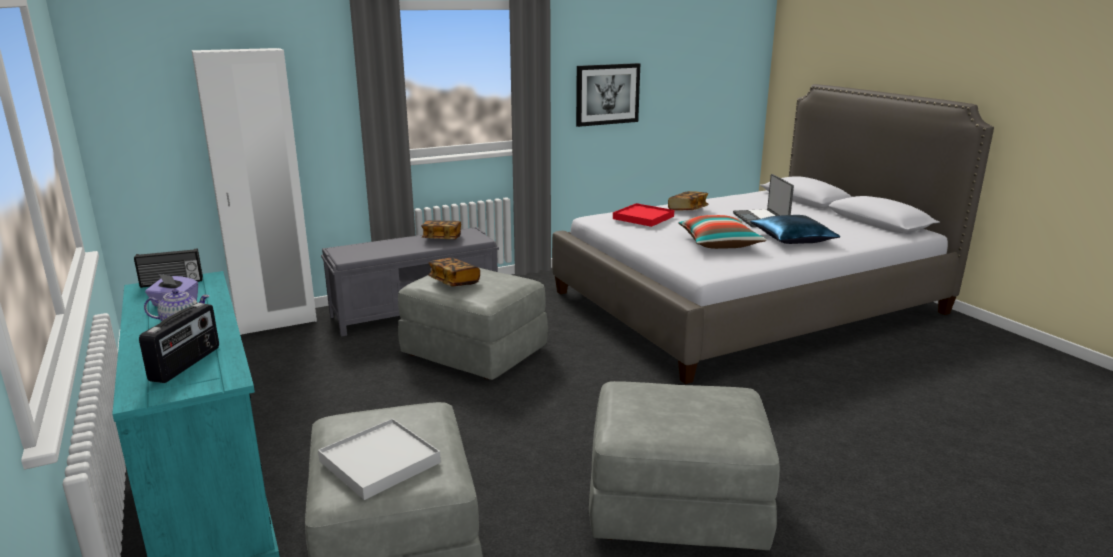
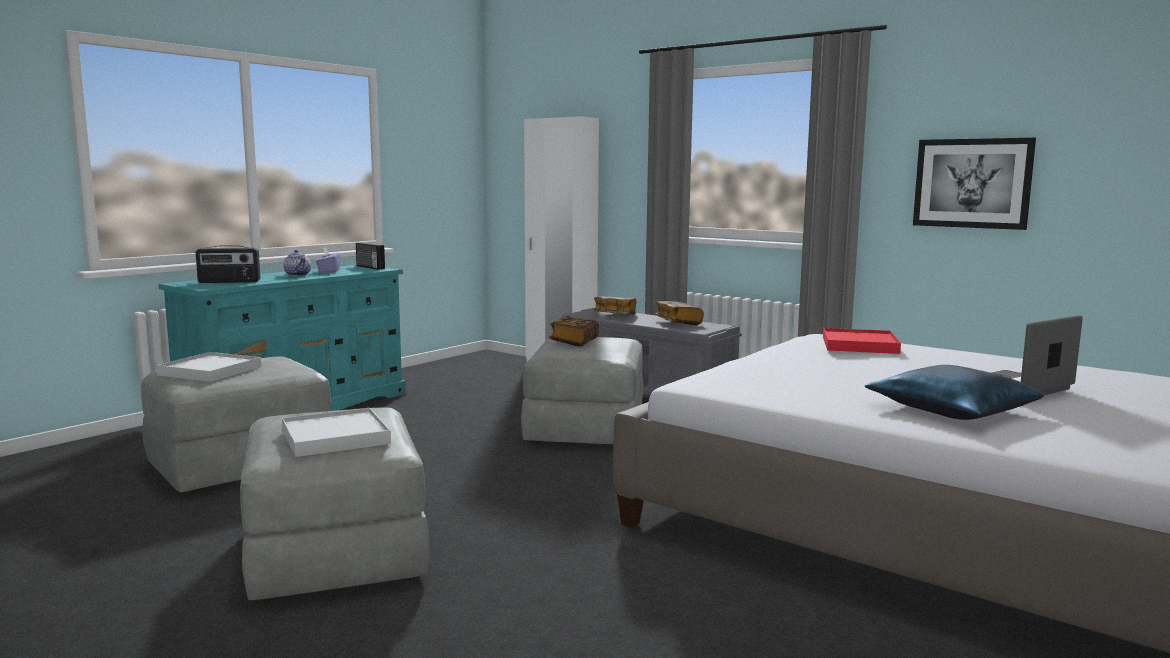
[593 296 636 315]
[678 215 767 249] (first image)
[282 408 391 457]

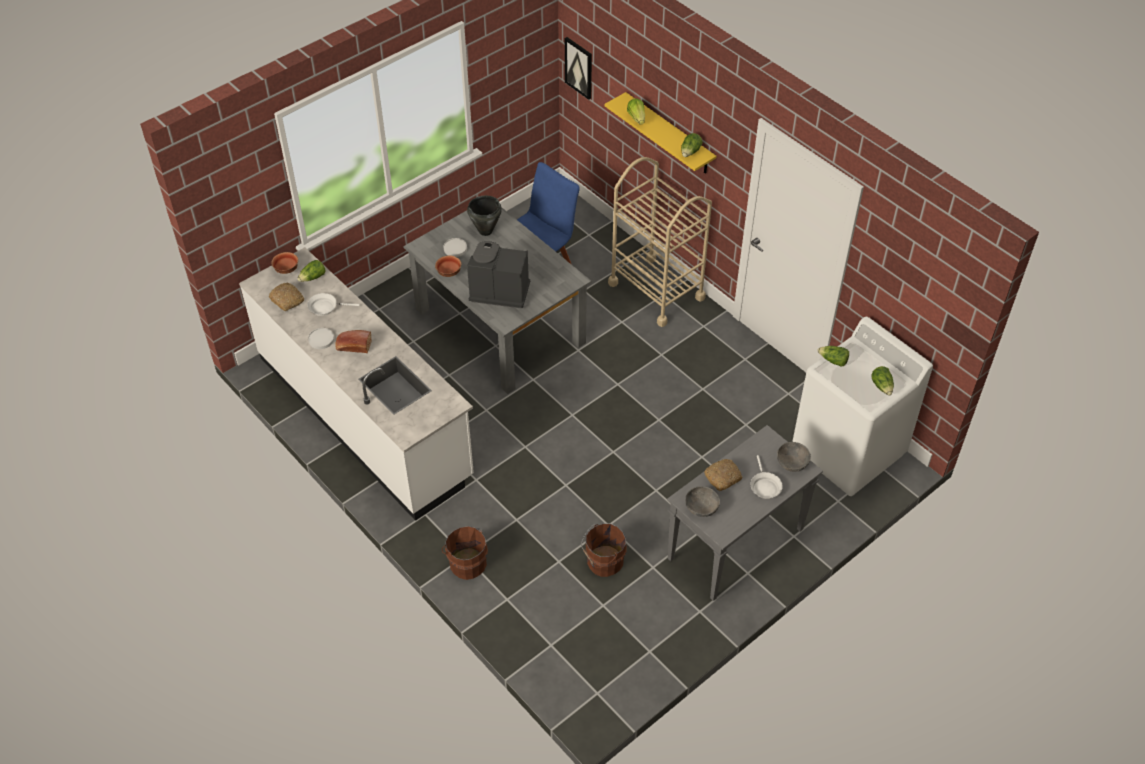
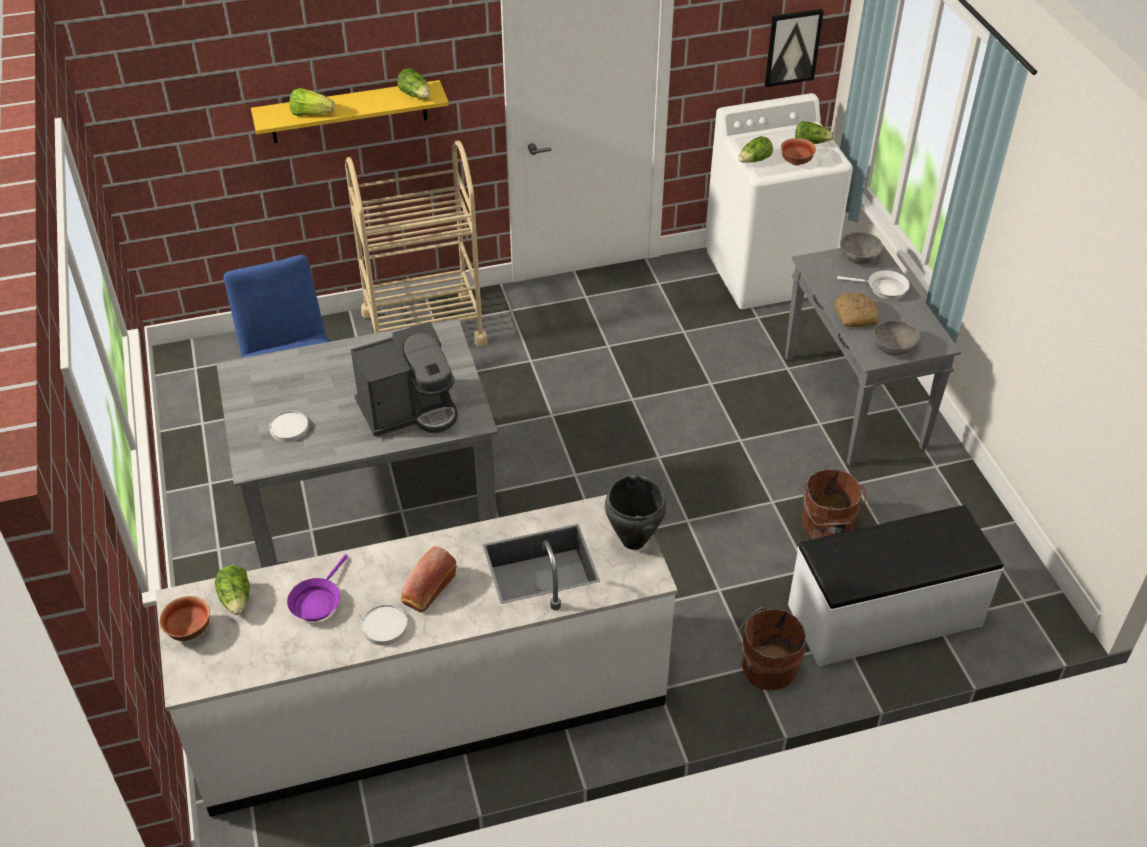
[764 9 824 87]
[605 475 666 550]
[351 322 458 437]
[781 138 816 165]
[269 283 304 311] (first image)
[287 554 348 621]
[788 505 1003 667]

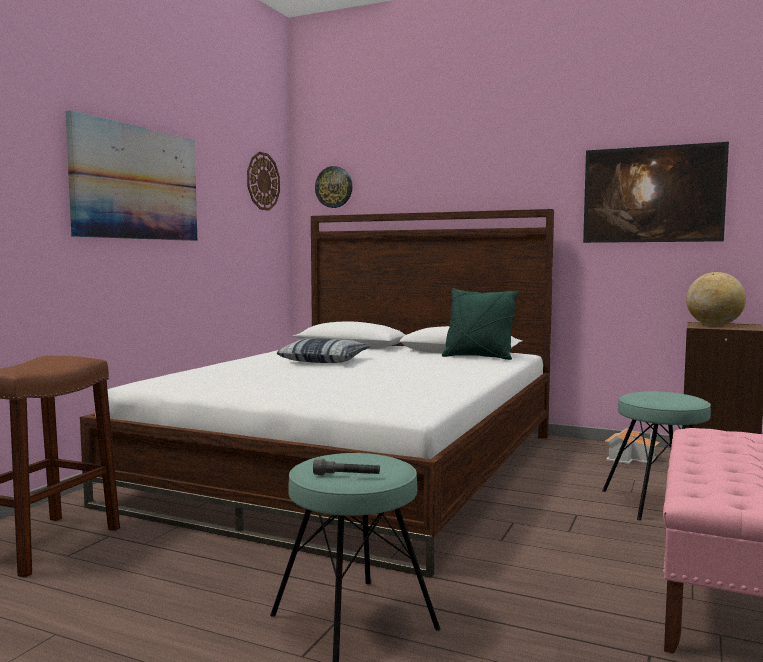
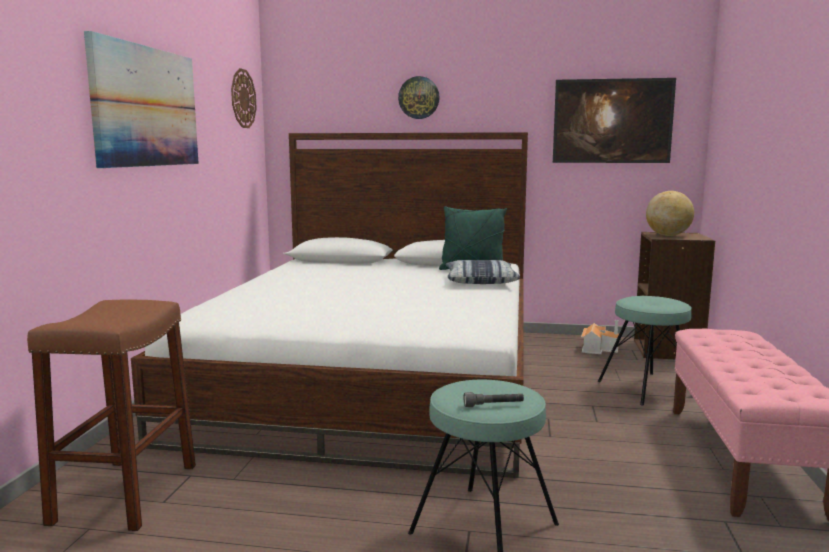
[398 76 440 119]
[446 260 520 284]

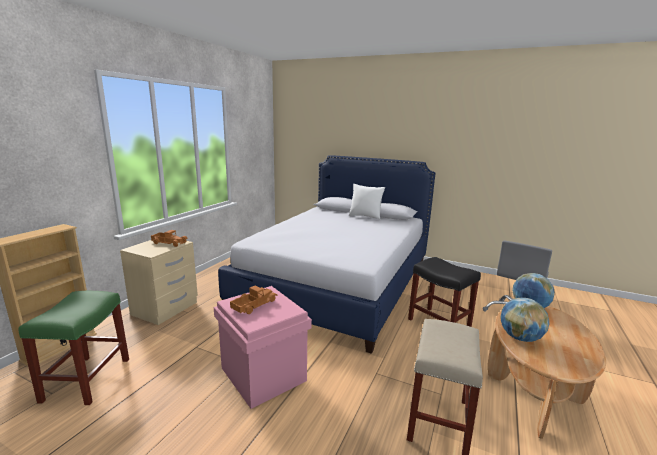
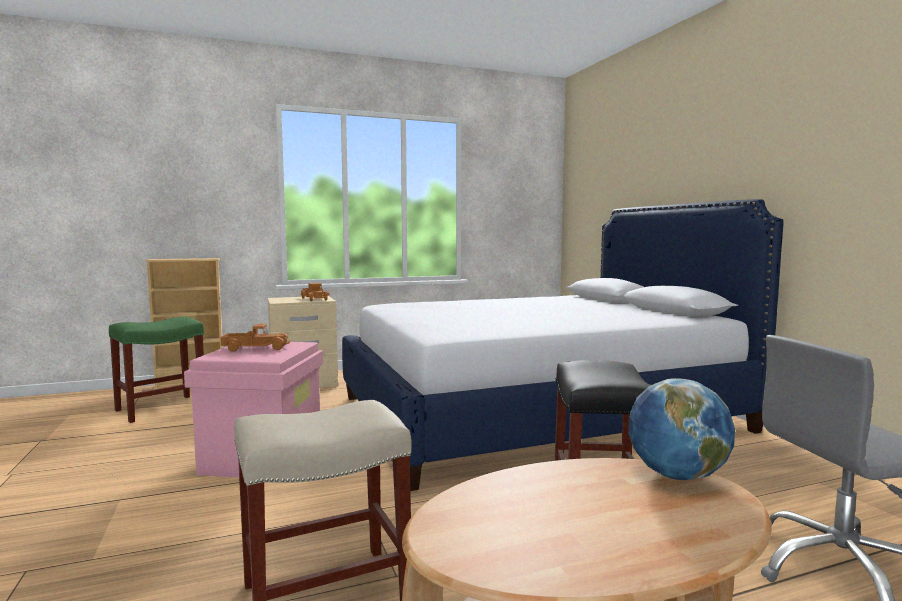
[349 184 385 220] (first image)
[500 298 549 342] (first image)

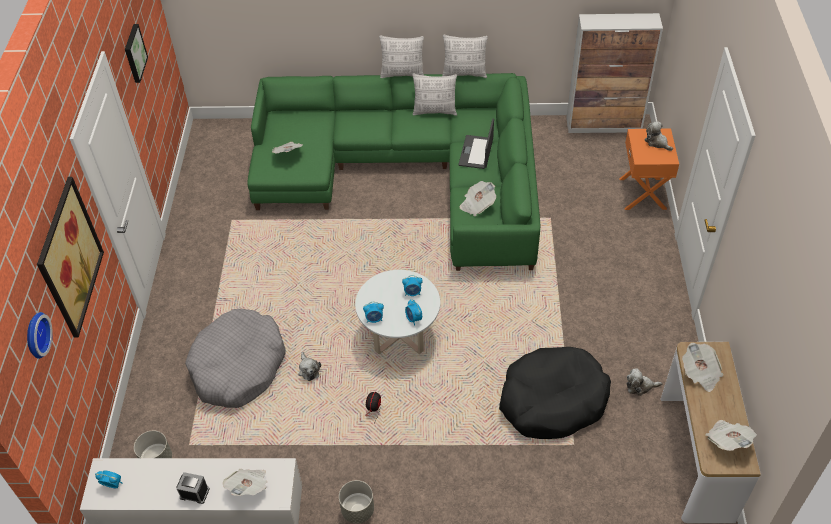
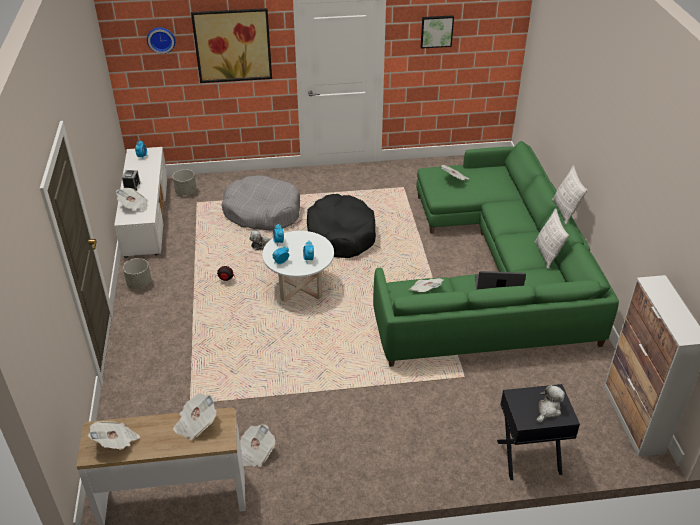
[442 35 488 78] (first image)
[497 384 580 480]
[307 194 376 258]
[240 424 275 467]

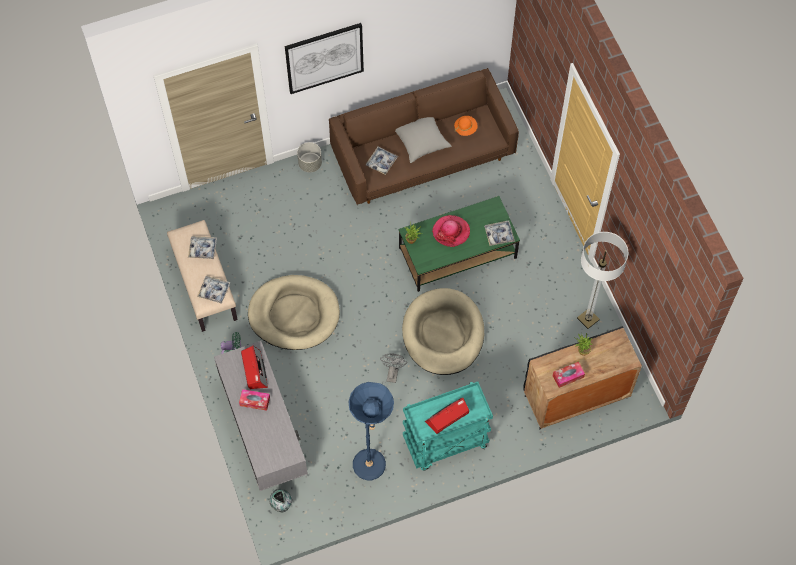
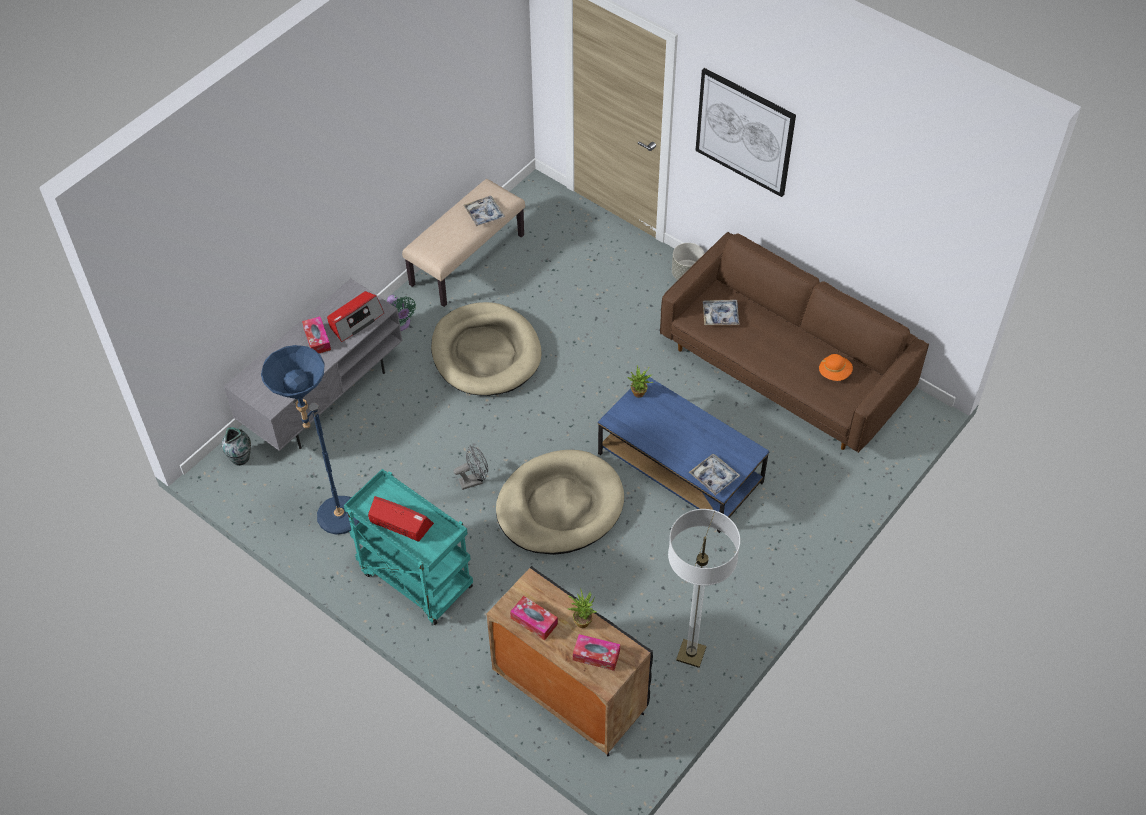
[395 117 451 163] (first image)
[598 374 770 533]
[432 215 470 247] (first image)
[197 276 231 304] (first image)
[573 634 620 671]

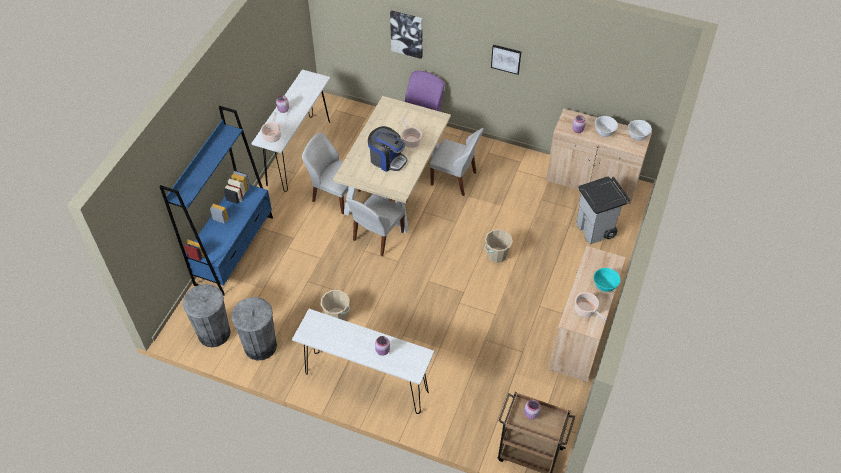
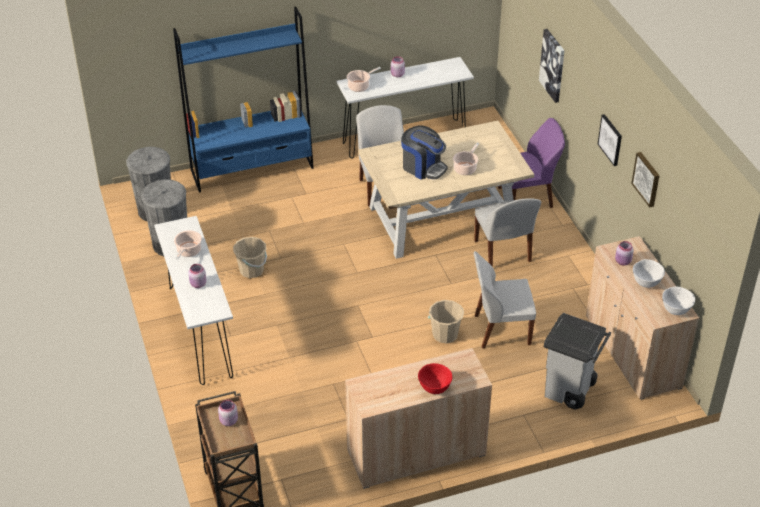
[401 125 448 180]
[474 251 536 348]
[418 363 453 394]
[174 230 202 260]
[631 152 659 207]

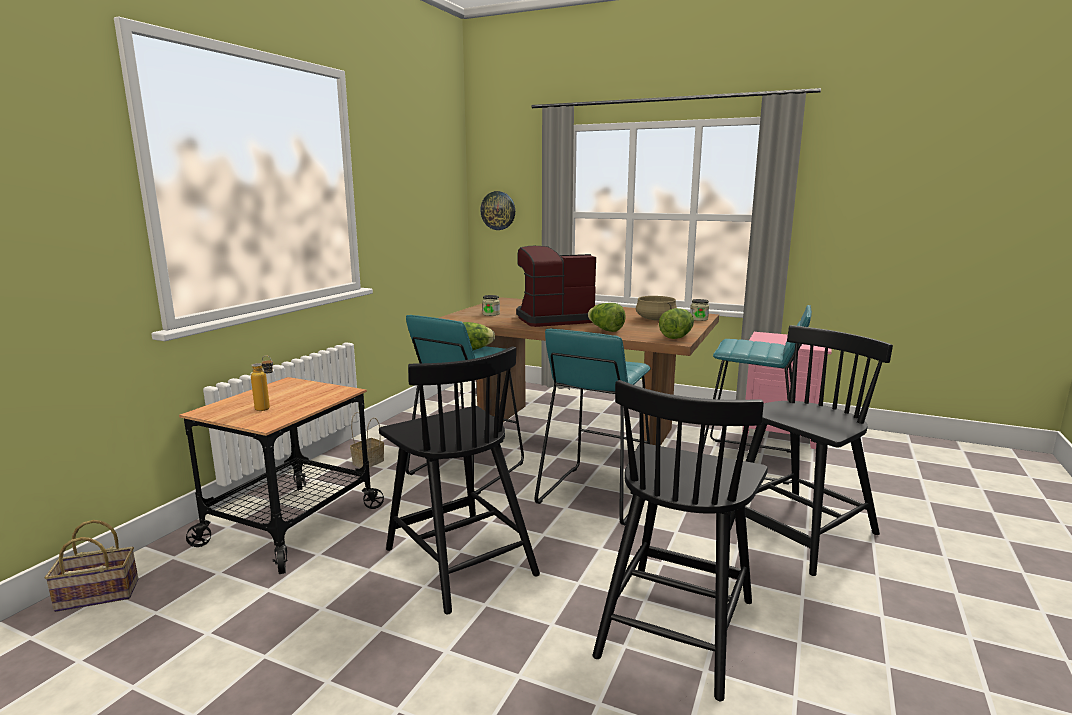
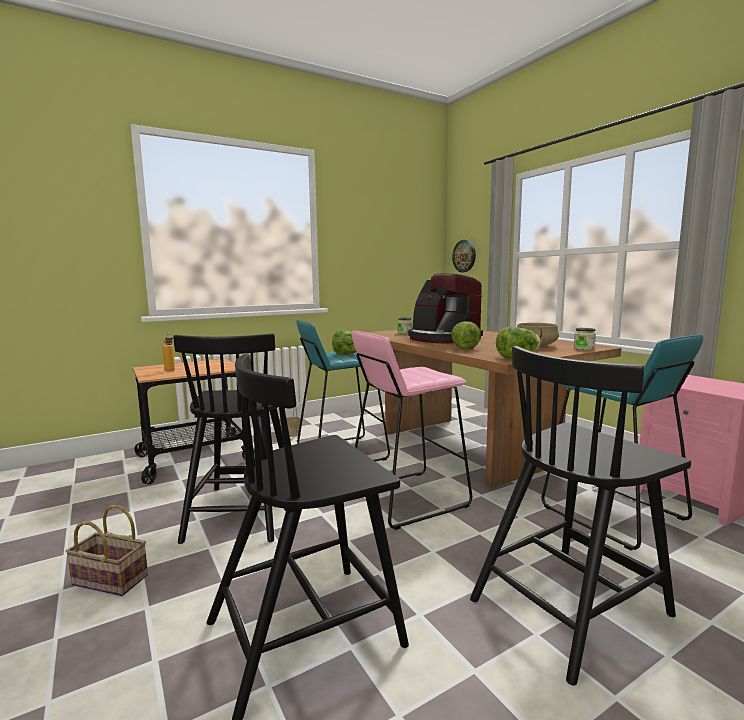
[408 273 483 343]
[470 346 691 685]
[352 331 472 530]
[65 505 148 596]

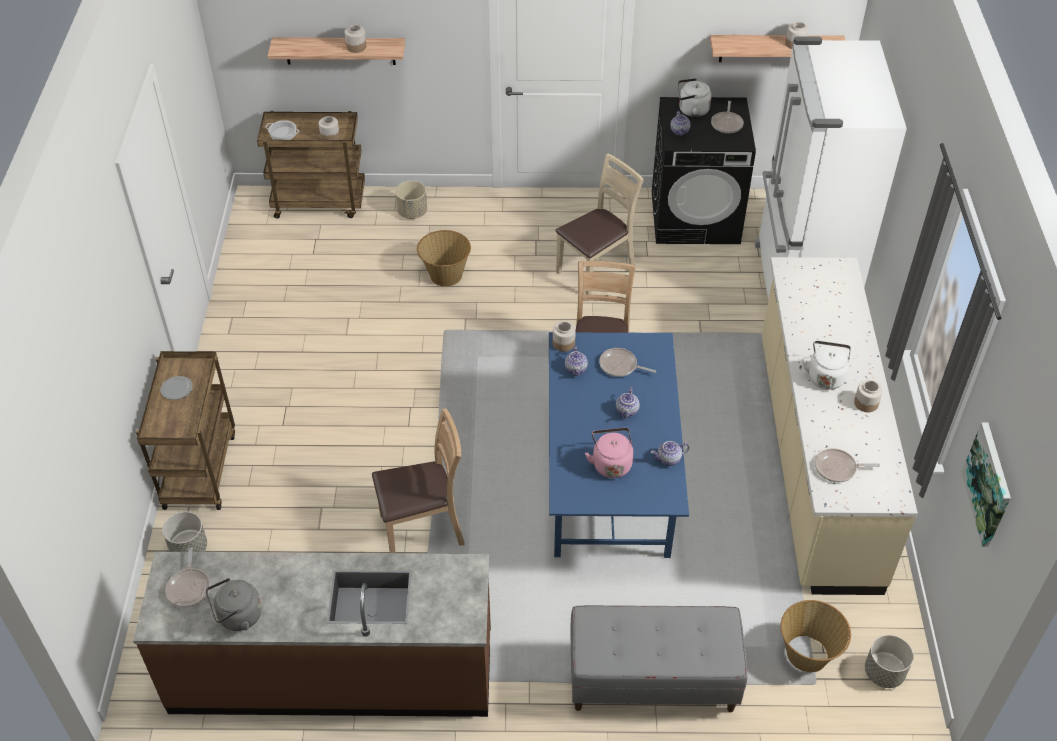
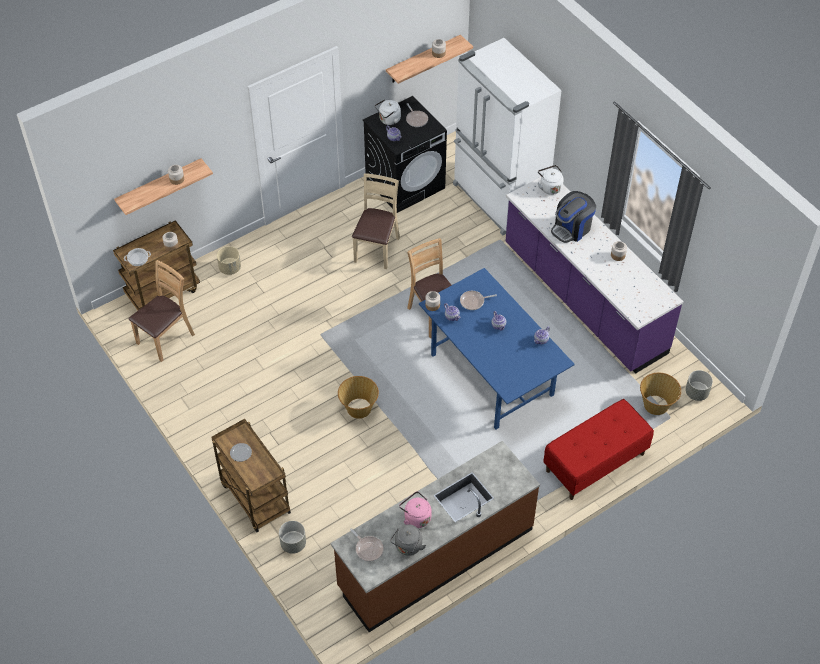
[338 376 379 419]
[506 177 683 373]
[538 165 564 195]
[128 260 195 362]
[962 422 1011 547] (first image)
[399 491 432 528]
[815 448 880 483] (first image)
[543 399 654 500]
[551 191 596 243]

